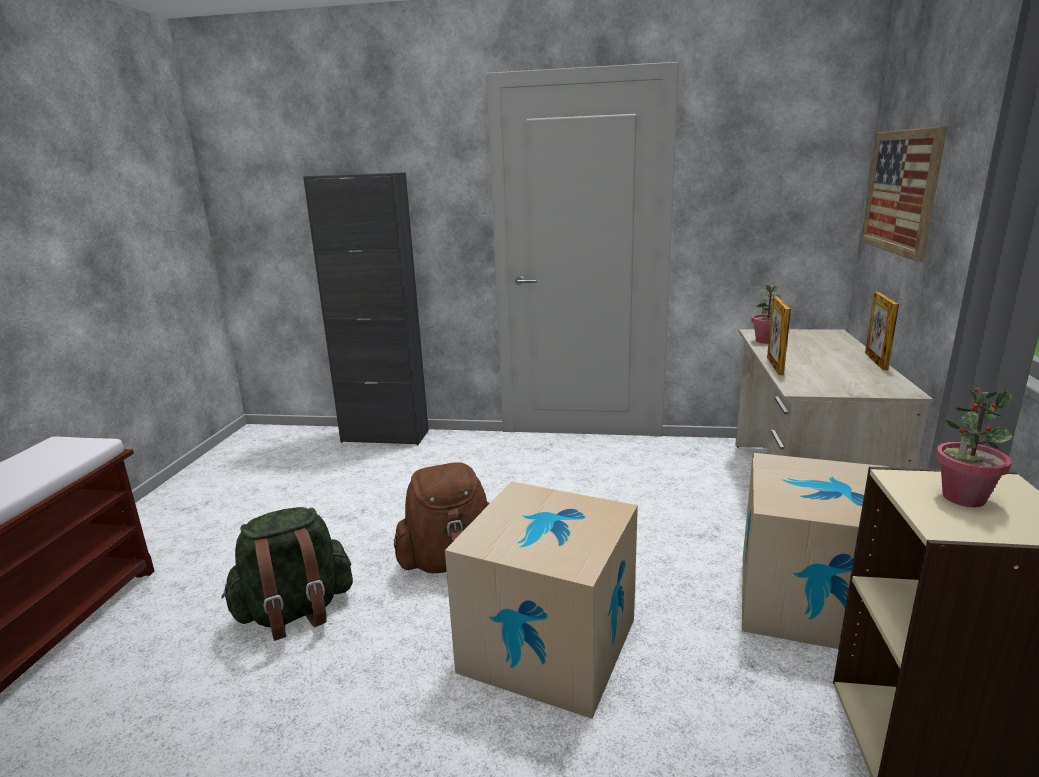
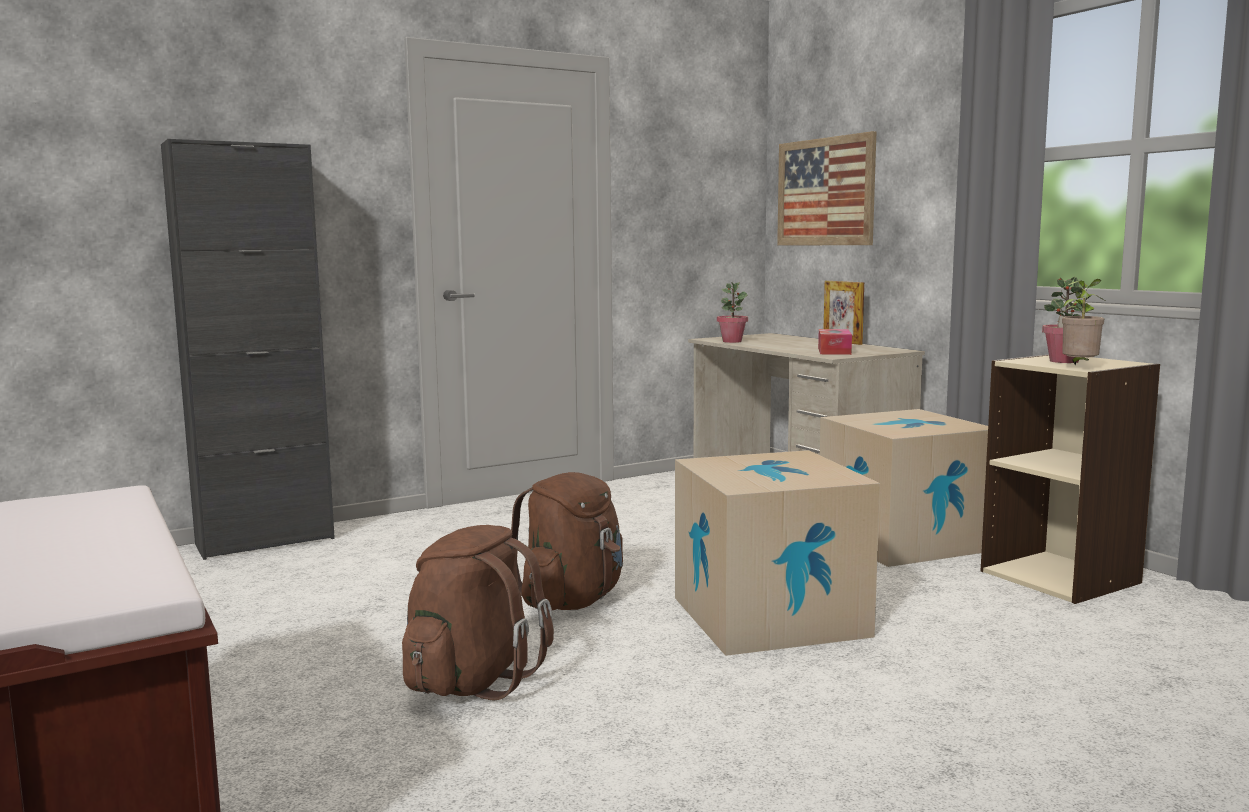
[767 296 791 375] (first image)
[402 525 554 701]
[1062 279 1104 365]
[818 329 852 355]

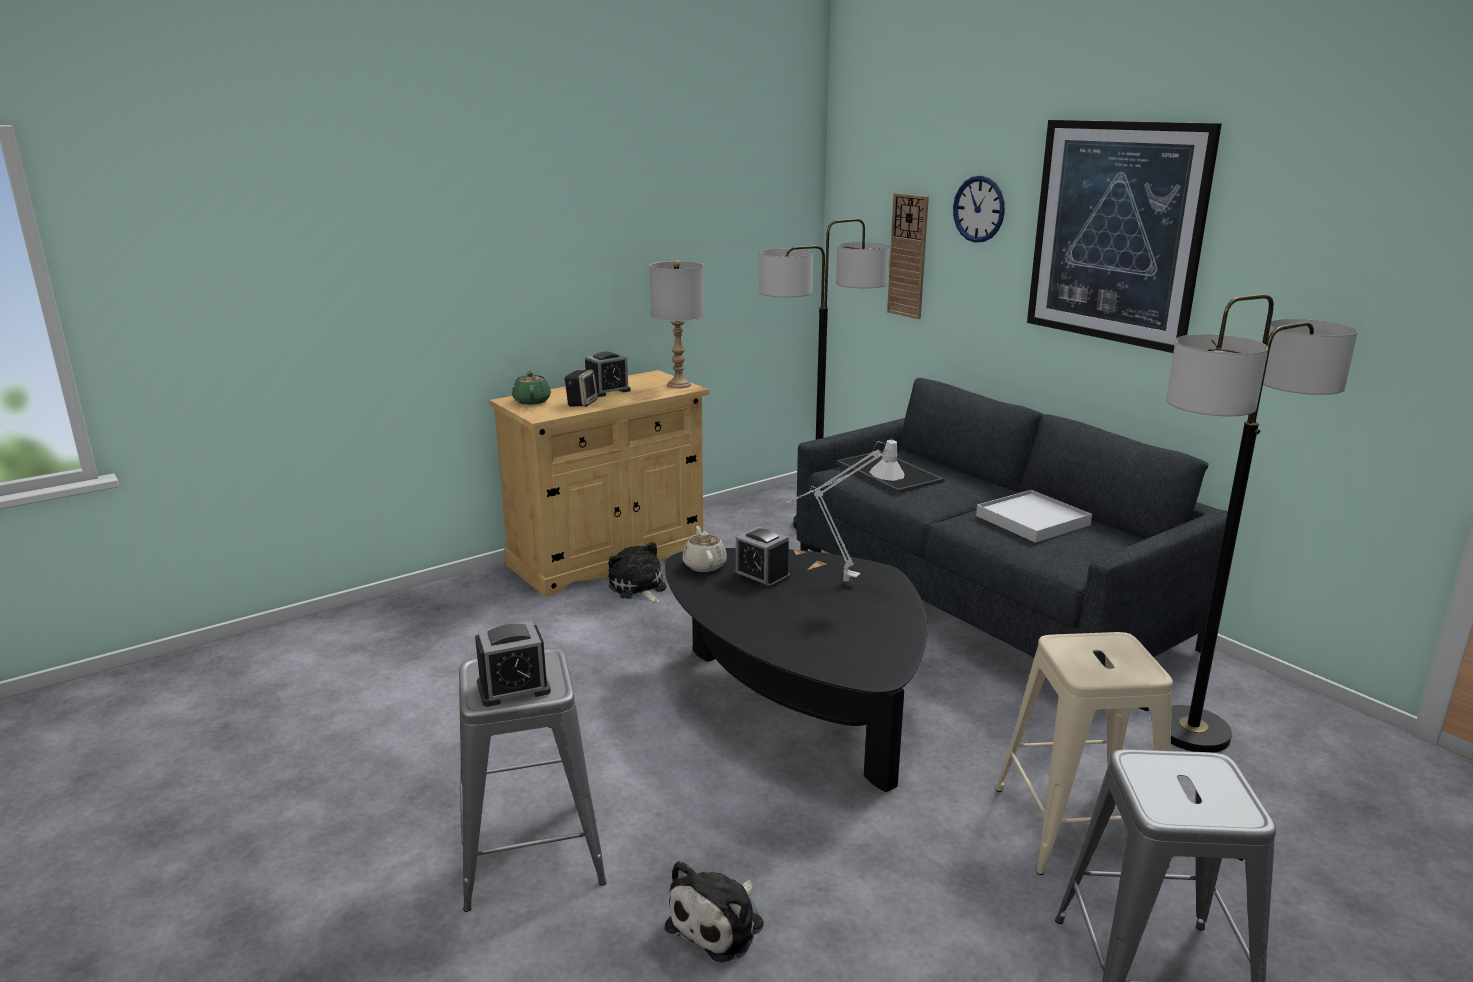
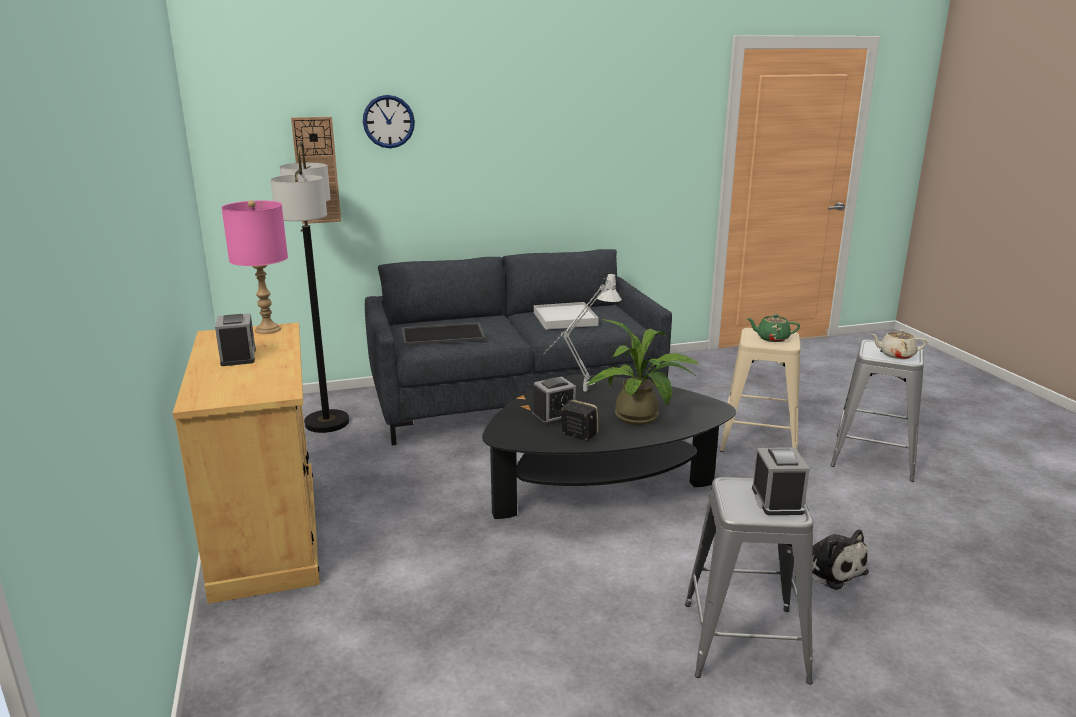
[1027 120 1222 353] (first image)
[221 200 288 334]
[1166 294 1358 753] (first image)
[561 400 599 441]
[747 314 800 342]
[871 329 927 359]
[608 542 666 604] (first image)
[587 319 700 425]

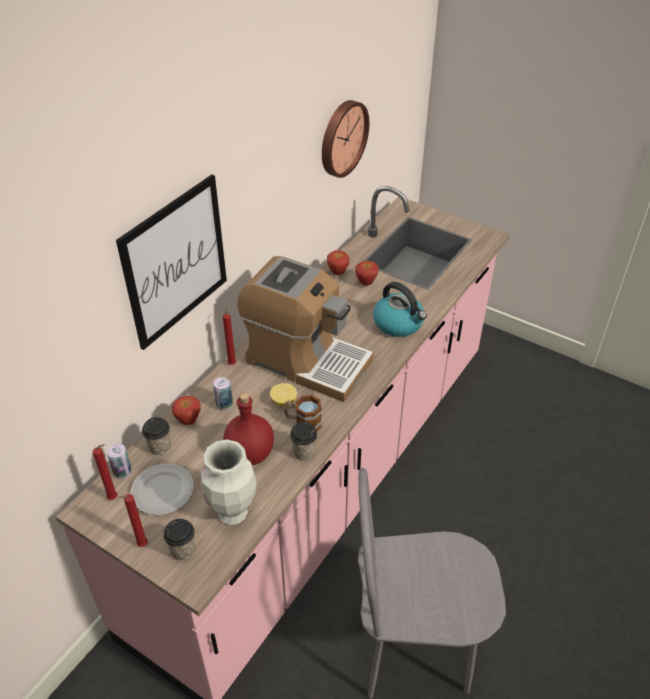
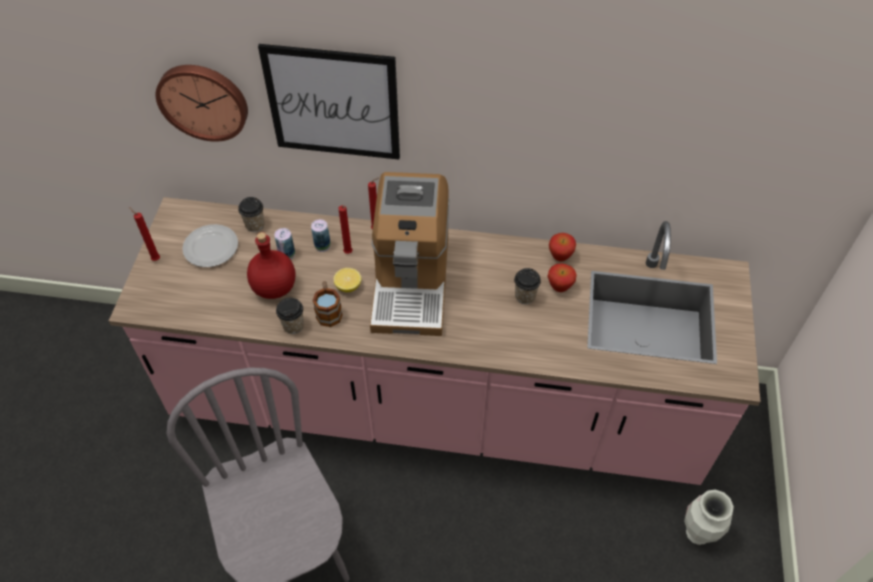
[156 65 248 142]
[373 282 427 337] (first image)
[172 396 201 425] (first image)
[684 490 734 545]
[274 228 295 260]
[339 205 353 254]
[514 268 541 304]

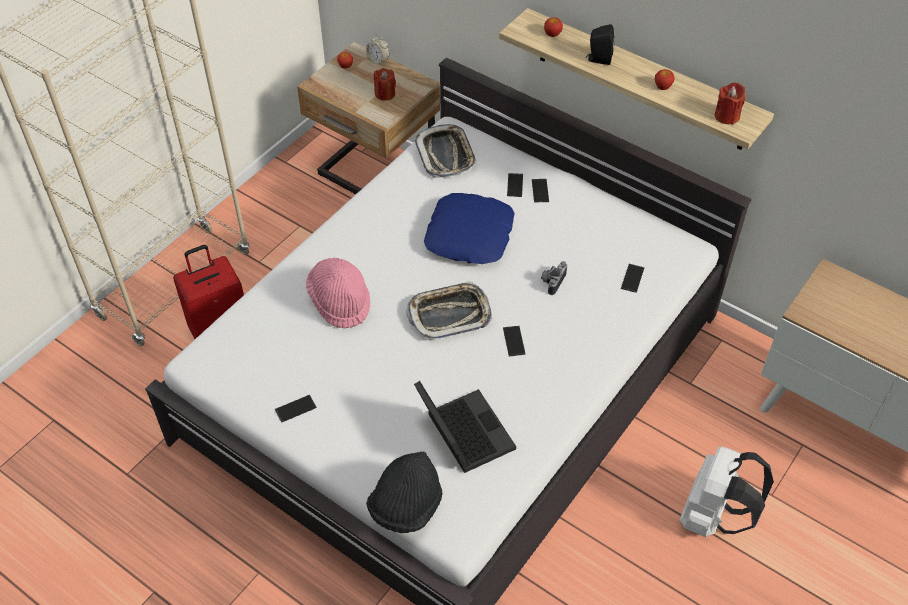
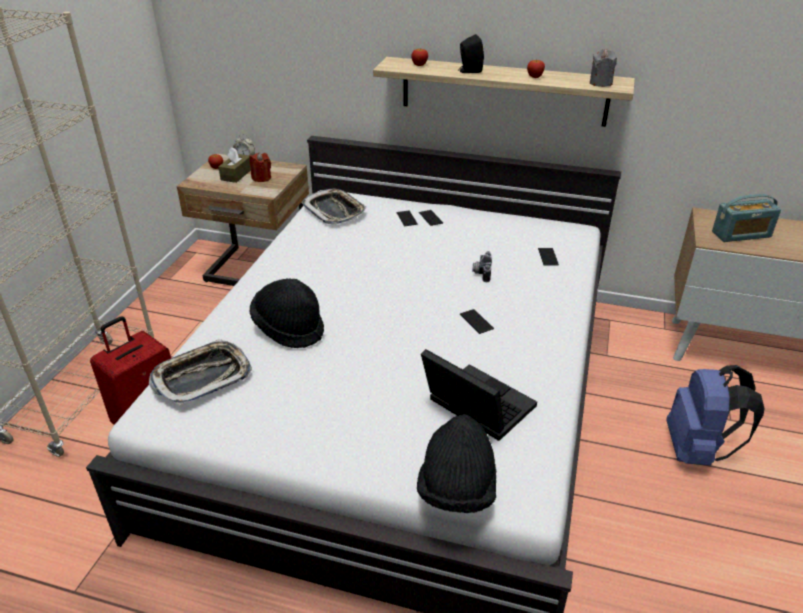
[590 49 617 87]
[424 193 515 264] (first image)
[250 278 324 348]
[149 339 252 405]
[275 395 317 423] (first image)
[666 365 765 465]
[218 147 251 183]
[712 194 781 242]

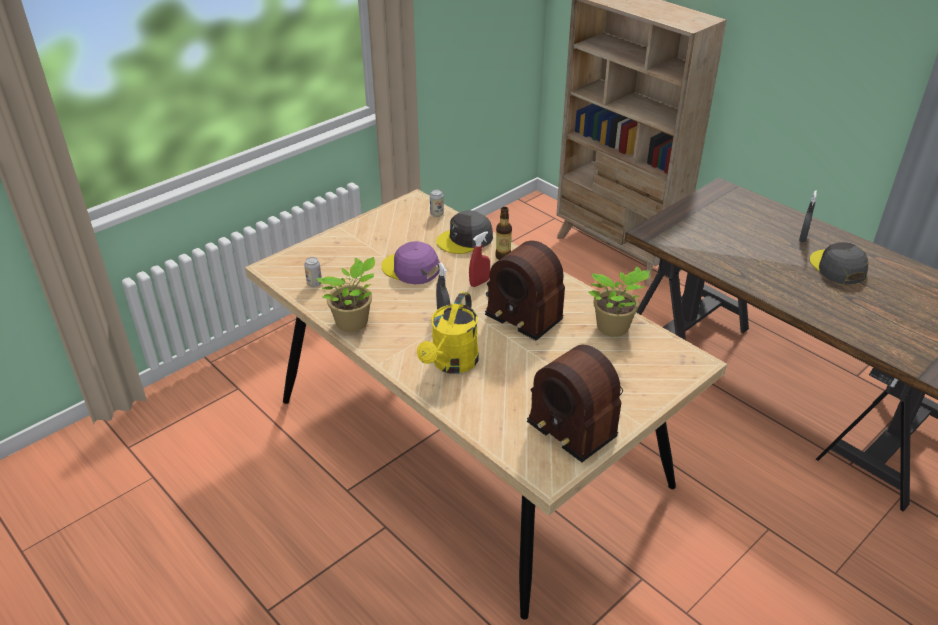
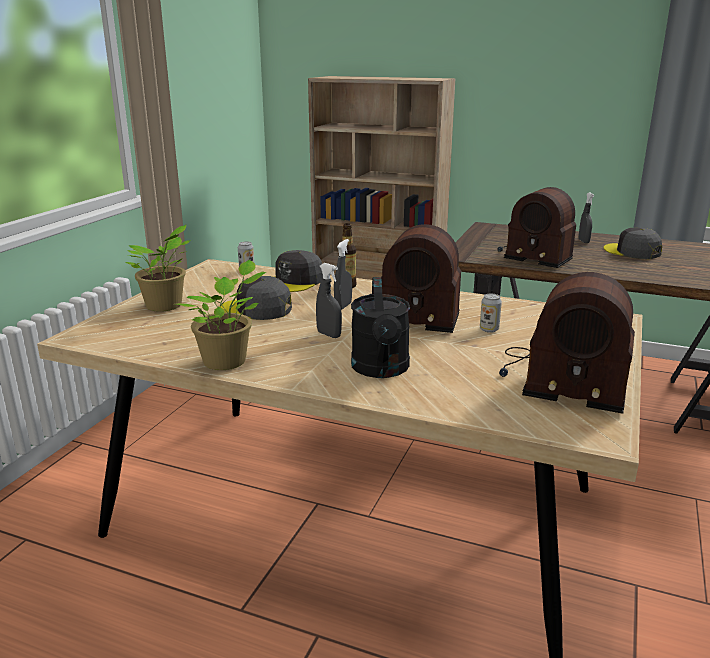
[334 239 352 310]
[219 276 292 320]
[480 294 502 333]
[125 225 191 312]
[351 277 410 378]
[498 187 576 268]

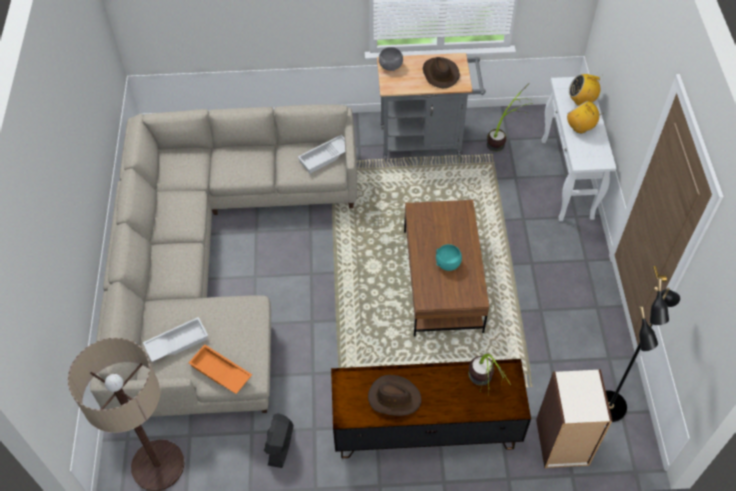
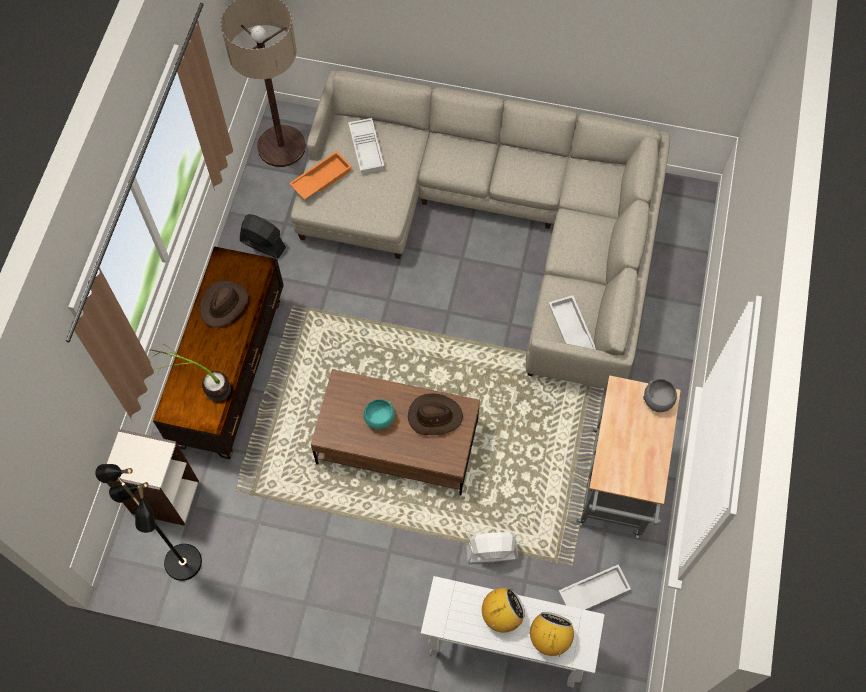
[408 393 463 435]
[559 564 631 610]
[466 532 518 563]

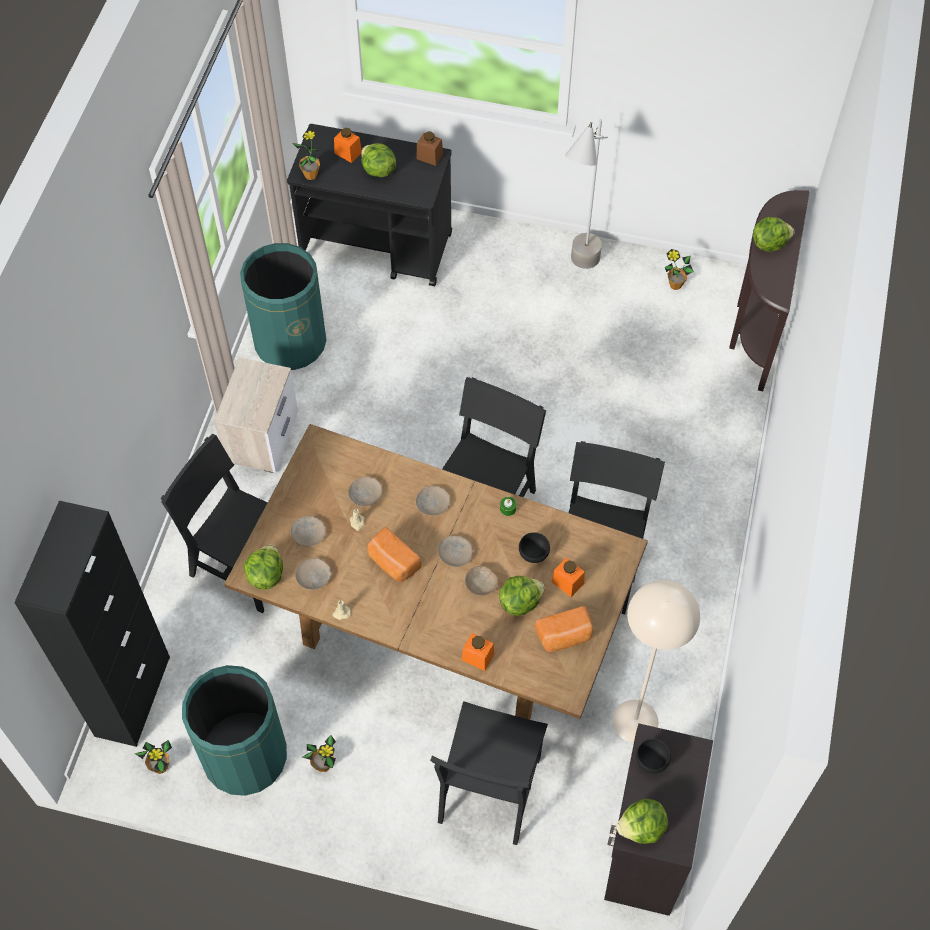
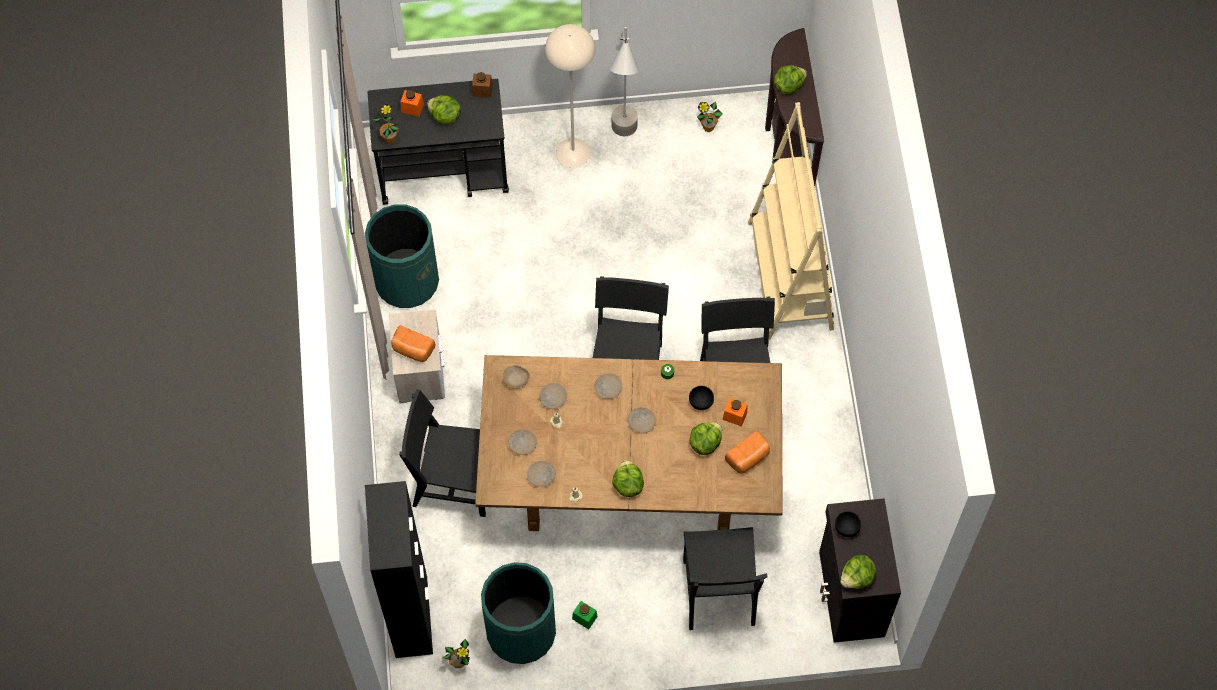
[391 325 435 362]
[612 460 644 497]
[503 365 530 389]
[545 24 596 168]
[462 633 494 671] (first image)
[572 601 598 629]
[748 102 834 340]

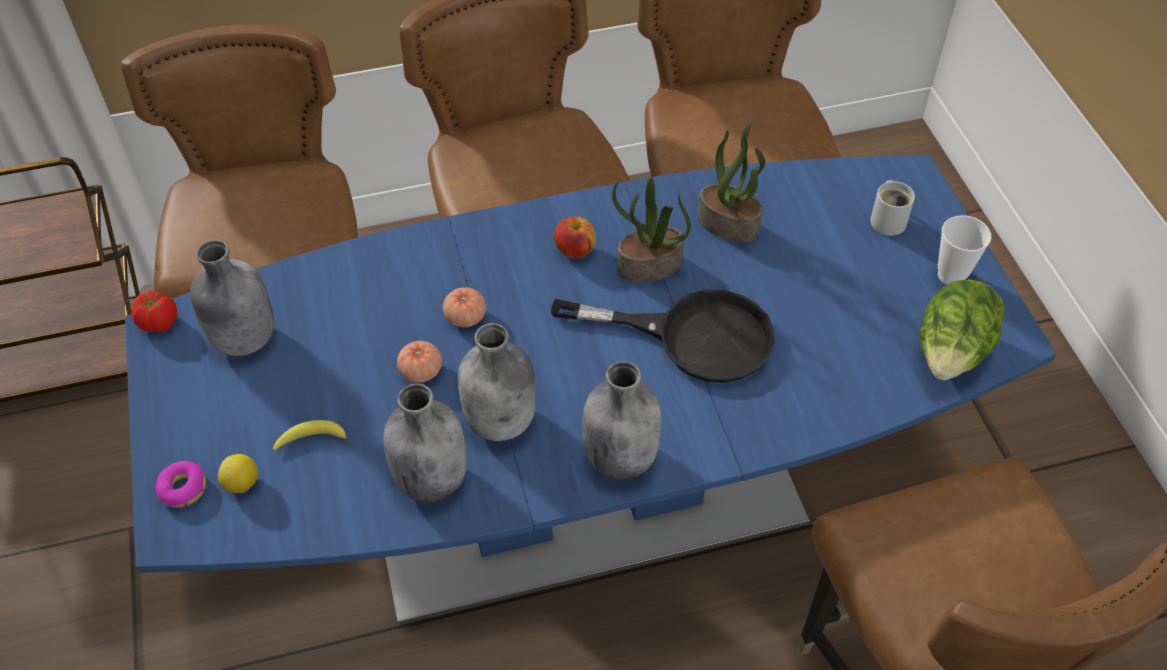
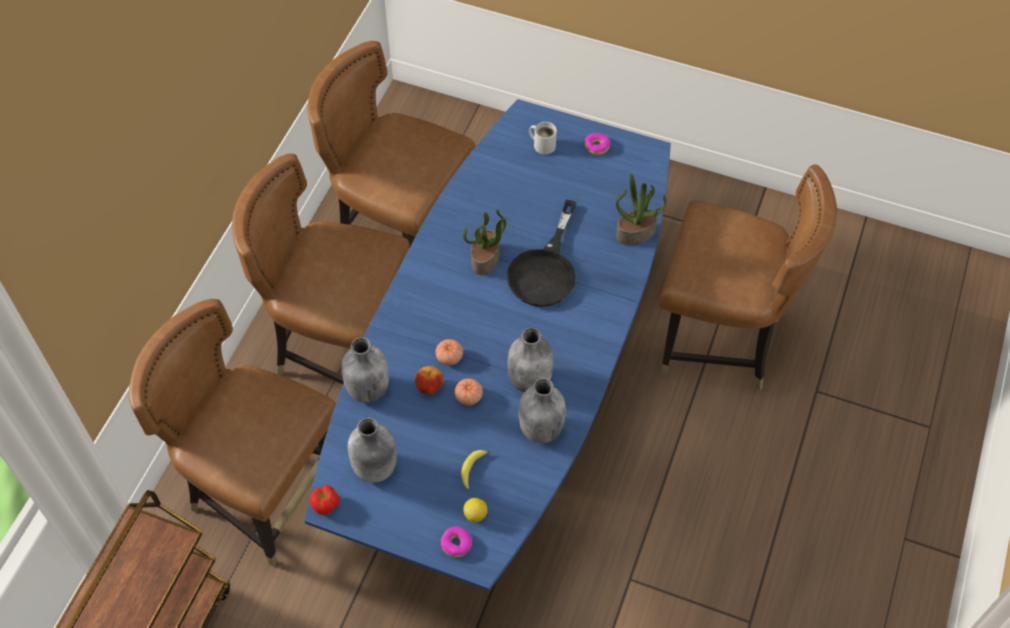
[616 173 666 245]
[585 133 611 155]
[415 366 444 394]
[920 279 1005 380] (first image)
[507 200 577 307]
[342 337 389 403]

